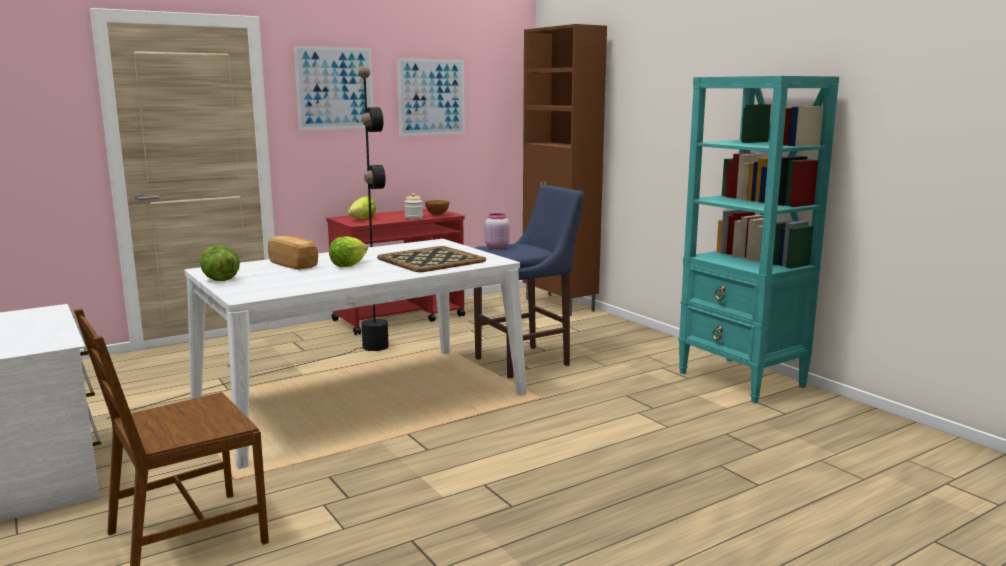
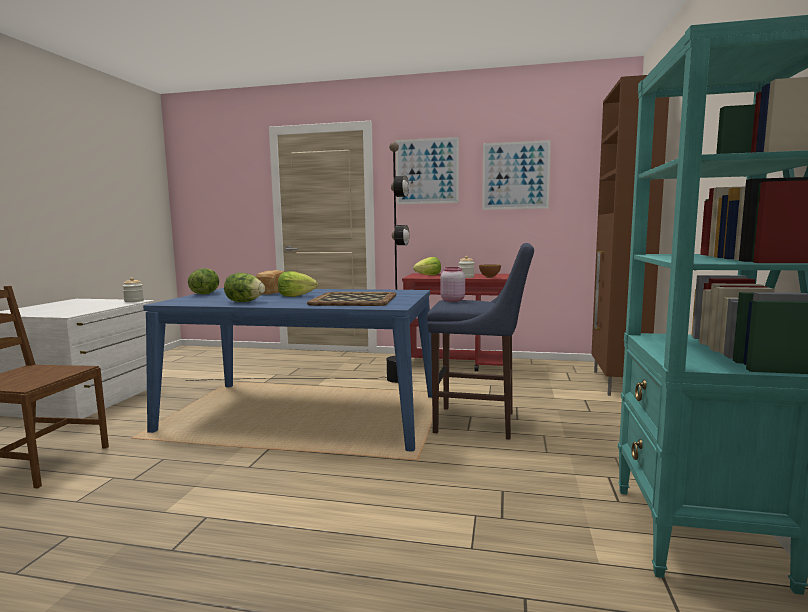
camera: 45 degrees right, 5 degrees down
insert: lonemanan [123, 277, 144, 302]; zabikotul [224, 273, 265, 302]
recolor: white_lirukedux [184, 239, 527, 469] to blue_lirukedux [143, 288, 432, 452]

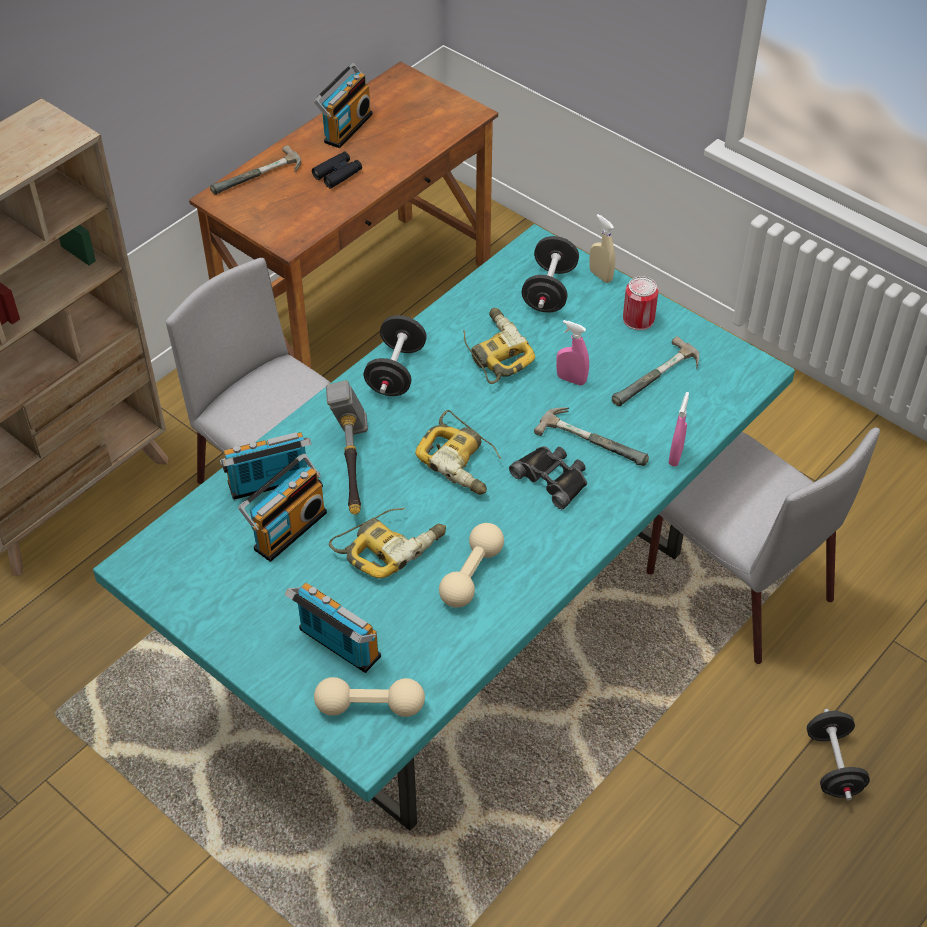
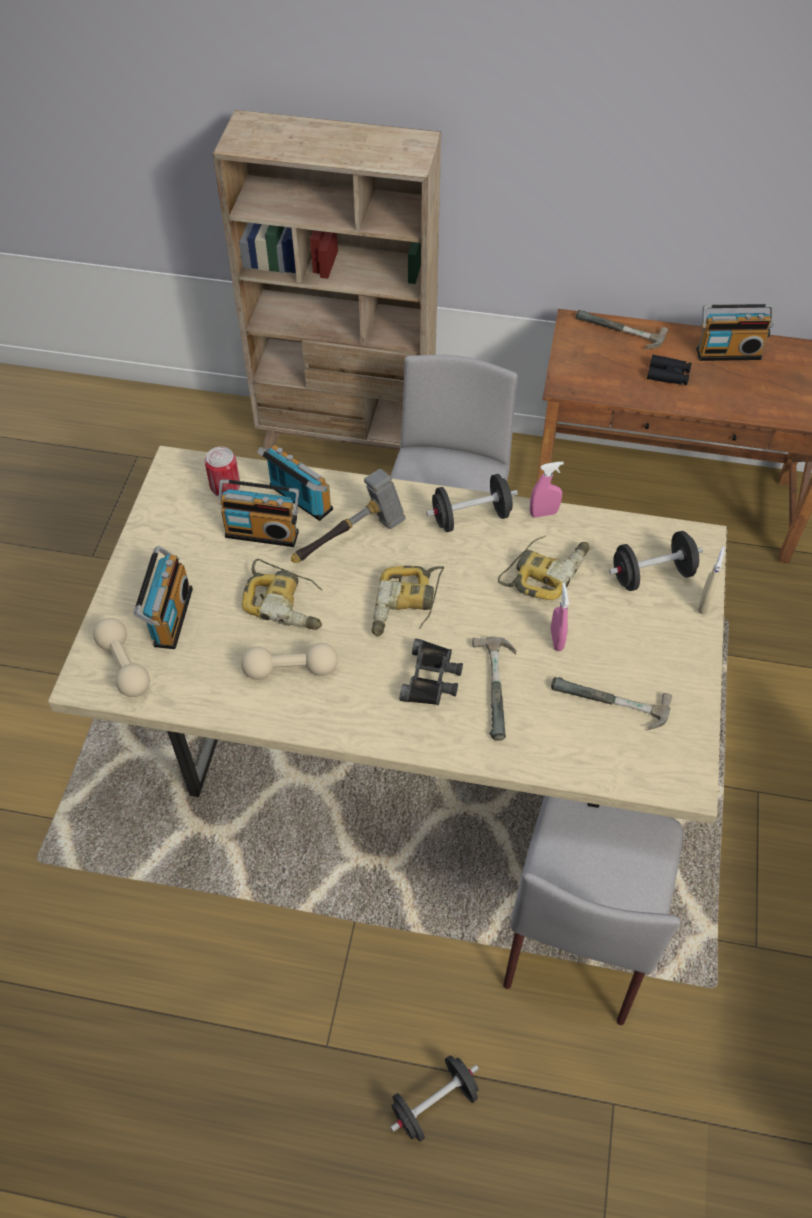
camera: 60 degrees right, 5 degrees up
move: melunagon [623, 276, 659, 330] to [205, 447, 240, 497]; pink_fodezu [669, 392, 689, 466] to [530, 461, 564, 518]
recolor: turquoise_lirukedux [93, 224, 795, 831] to beige_lirukedux [48, 446, 727, 824]

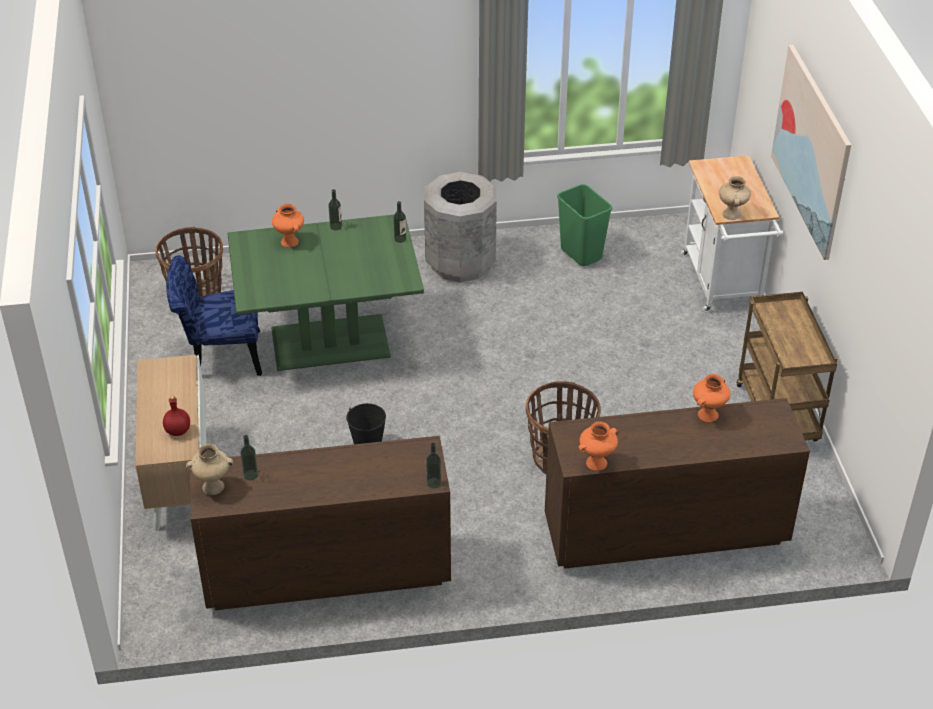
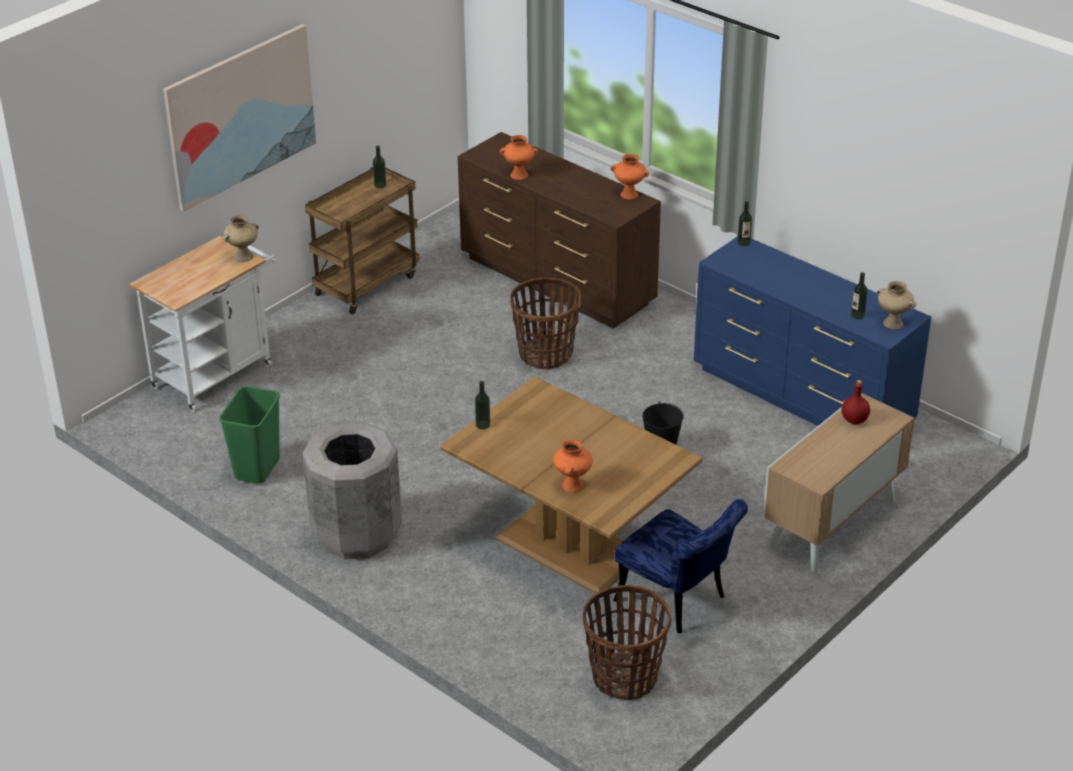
camera: 130 degrees left, 5 degrees down
move: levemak [328, 189, 342, 230] to [373, 145, 386, 188]
recolor: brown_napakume [190, 436, 451, 610] to blue_napakume [694, 236, 931, 426]; green_lirukedux [228, 215, 424, 371] to brown_lirukedux [440, 377, 702, 594]

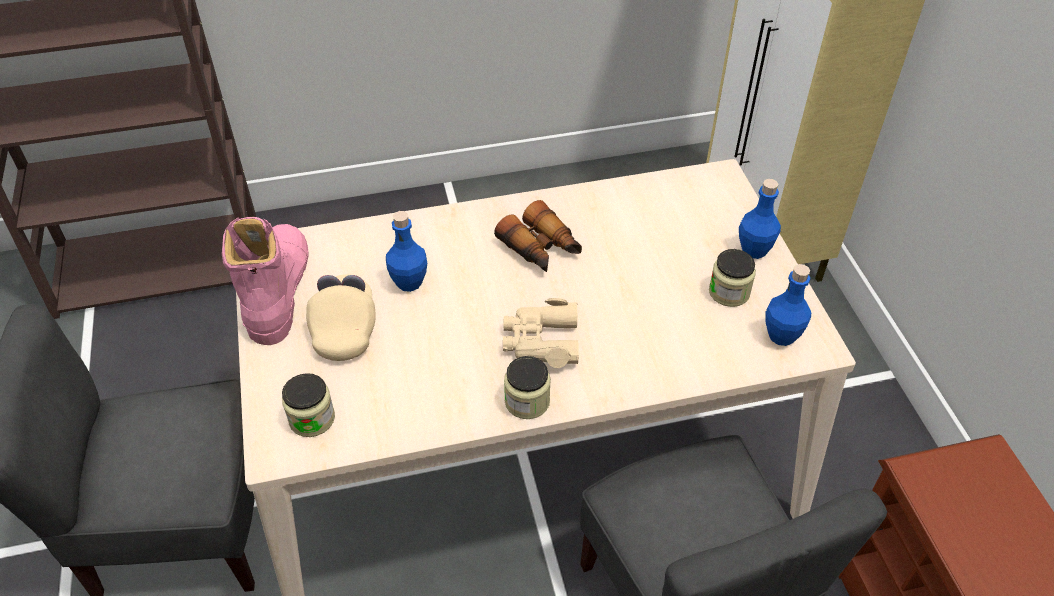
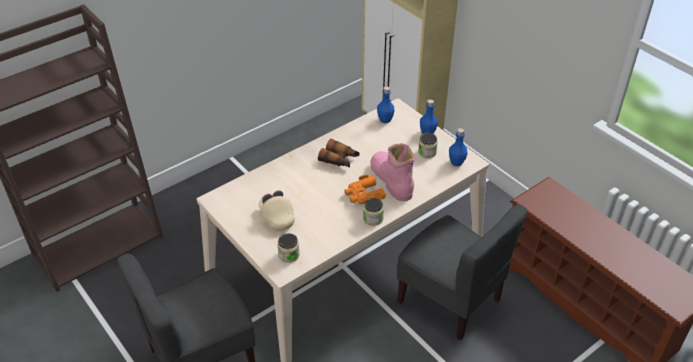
camera: 25 degrees left, 5 degrees down
move: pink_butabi [222, 217, 309, 345] to [370, 143, 415, 201]; blue_levemak [386, 211, 427, 292] to [377, 86, 394, 123]
recolor: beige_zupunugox [503, 298, 579, 368] to orange_zupunugox [344, 175, 386, 205]

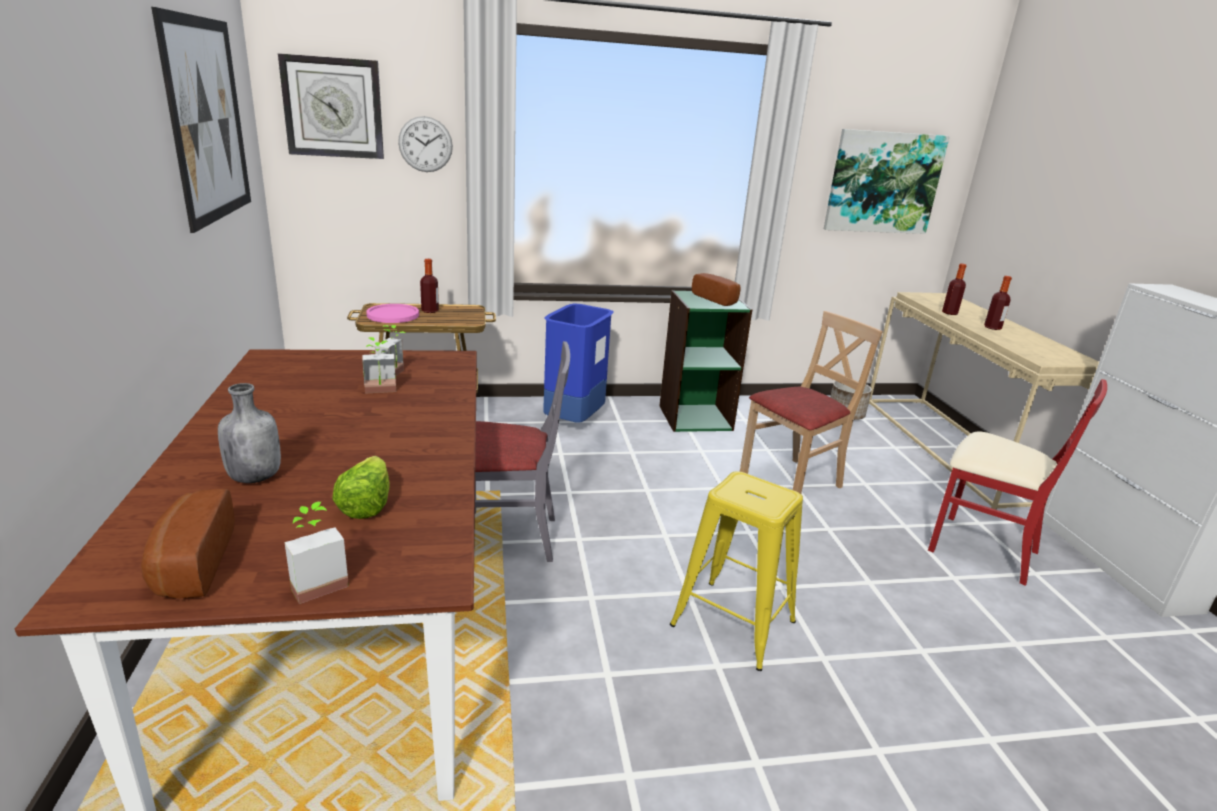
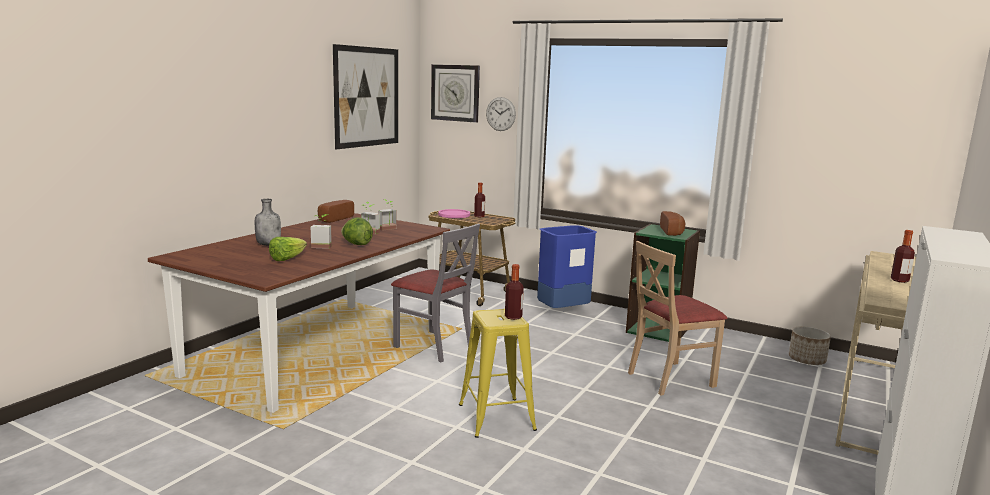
camera: 40 degrees right, 10 degrees down
delete: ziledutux [824, 129, 950, 234]; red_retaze [928, 379, 1107, 586]
insert: zabikotul [341, 217, 373, 245]
move: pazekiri [141, 489, 235, 598] to [318, 200, 354, 223]; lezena [284, 502, 349, 604] to [311, 214, 332, 249]; levemak [942, 264, 966, 315] to [505, 264, 524, 320]
rotate: beige_retaze [740, 311, 883, 494] = [628, 241, 728, 395] 150 degrees clockwise

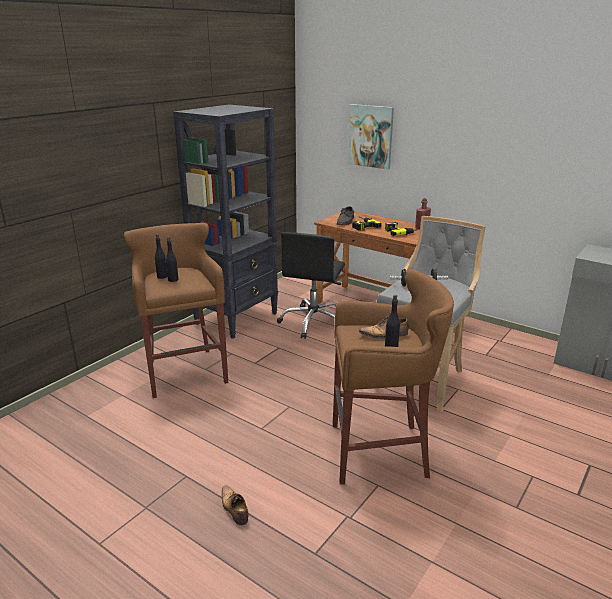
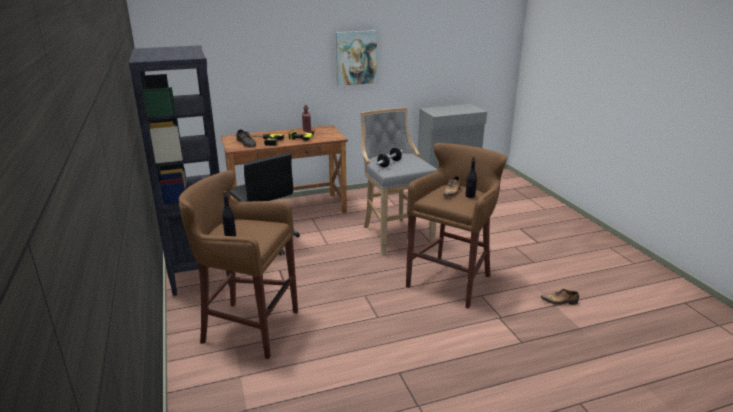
camera: 55 degrees left, 0 degrees up
delete: black_levemak [166, 237, 179, 282]
move: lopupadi [222, 485, 249, 525] to [541, 289, 579, 305]; ziledutux [348, 104, 394, 170] to [336, 30, 377, 86]

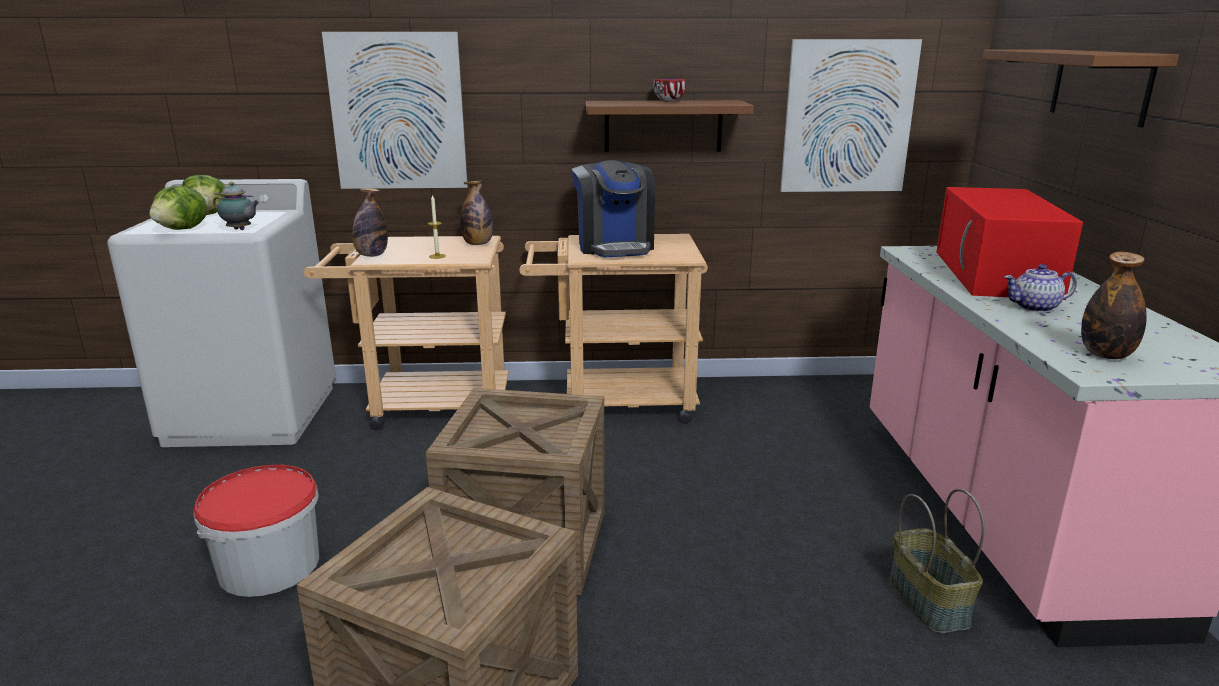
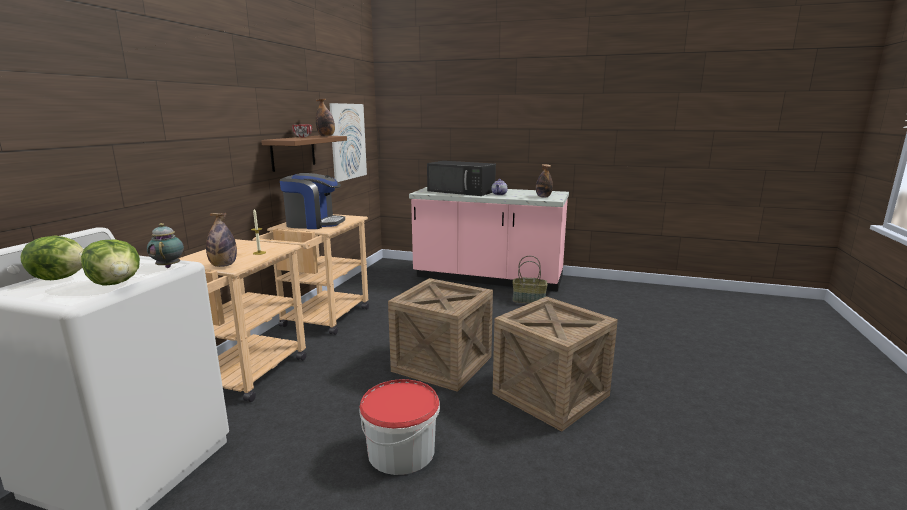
camera: 70 degrees left, 5 degrees down
delete: ziledutux [322, 32, 468, 189]; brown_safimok [982, 49, 1179, 128]
move: levemak [460, 180, 493, 245] to [316, 99, 335, 137]
recolor: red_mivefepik [936, 187, 1083, 300] to black_mivefepik [427, 161, 496, 196]
rotate: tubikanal [213, 182, 260, 230] = [147, 223, 184, 268] 60 degrees counterclockwise

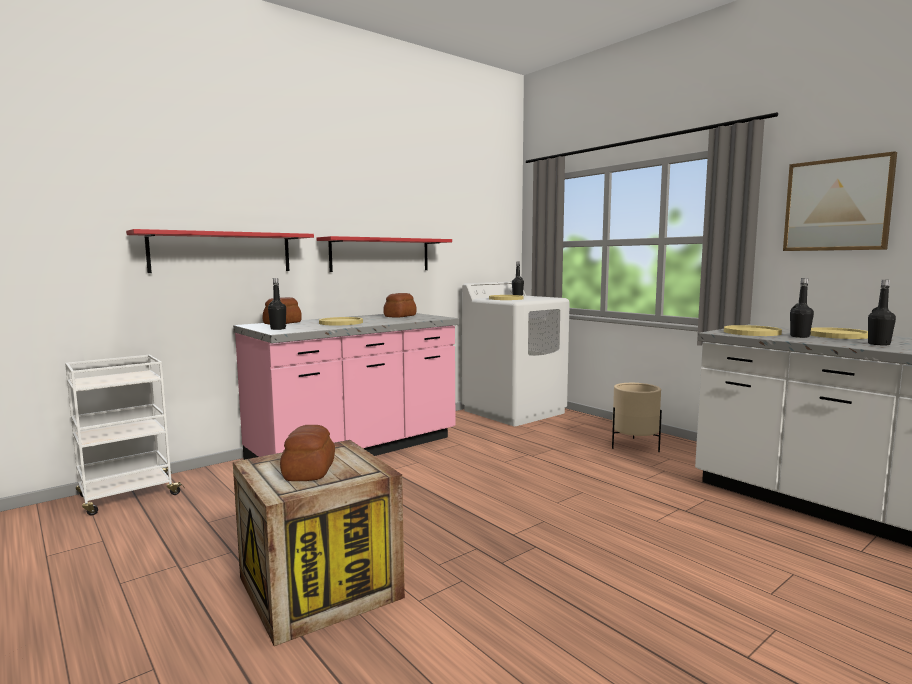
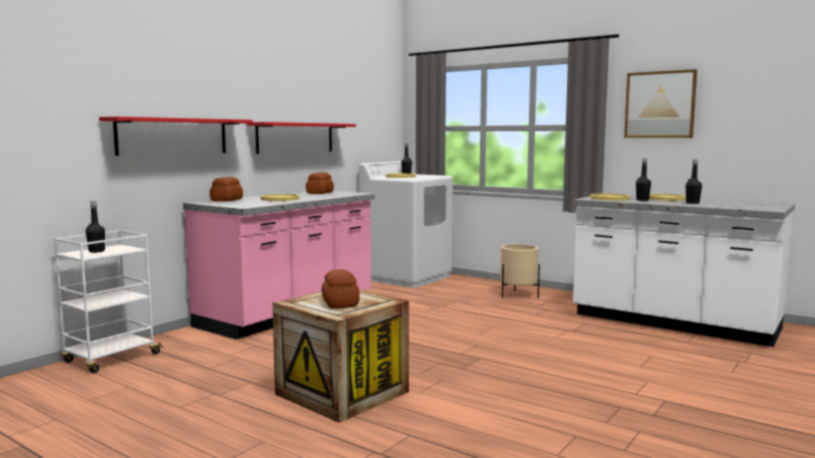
camera: 15 degrees left, 0 degrees up
move: black_levemak [268, 278, 286, 330] to [86, 201, 105, 253]

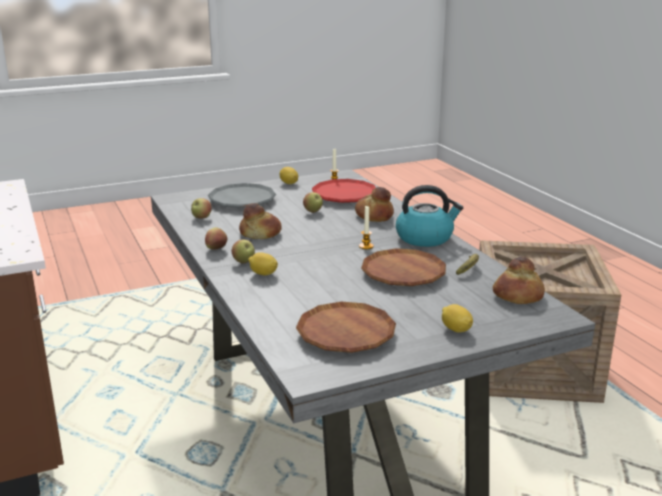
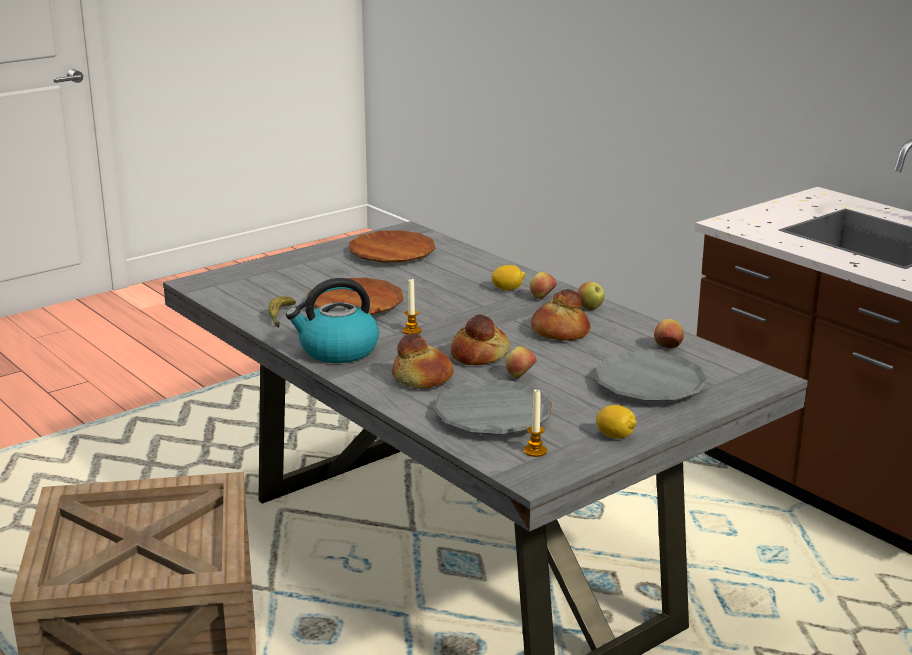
camera: 165 degrees right, 0 degrees up
delete: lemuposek [442, 304, 473, 332]
move: pazekiri [493, 257, 545, 304] to [451, 314, 510, 365]
recolor: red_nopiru [312, 179, 376, 203] to grey_nopiru [434, 379, 552, 436]

